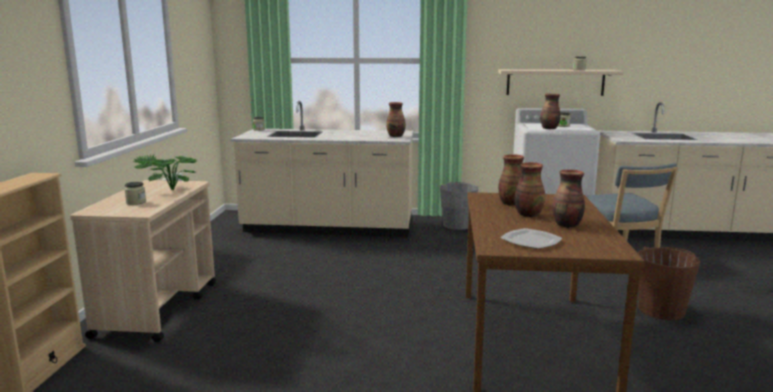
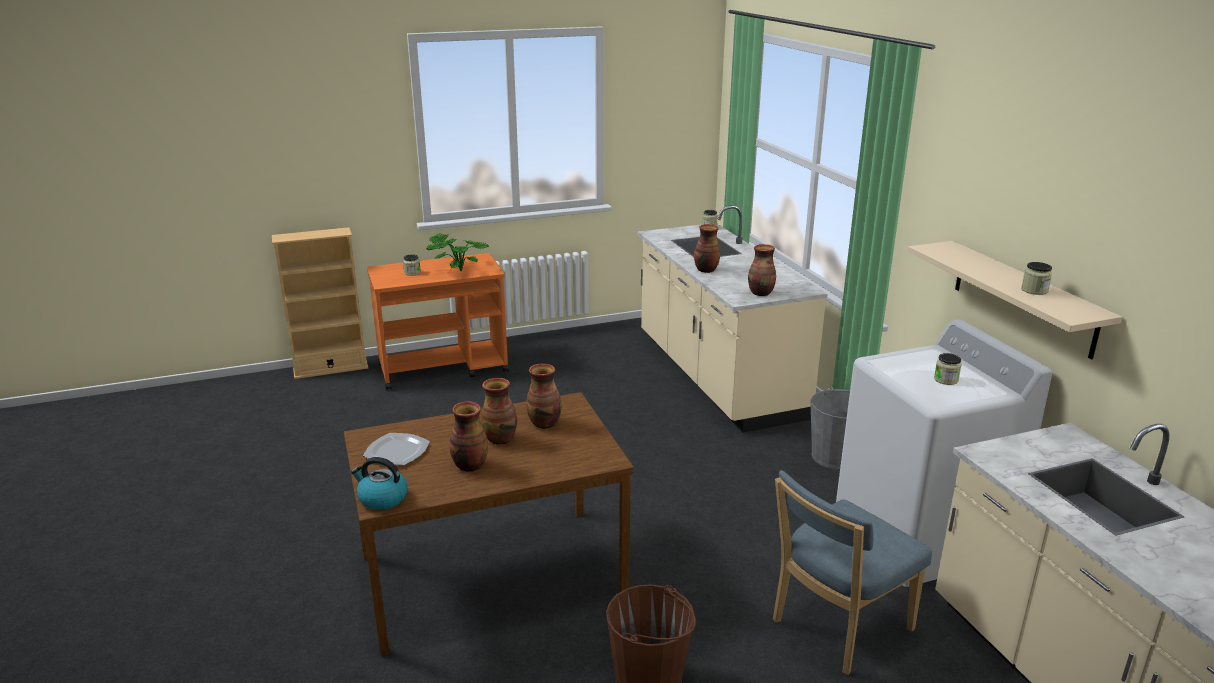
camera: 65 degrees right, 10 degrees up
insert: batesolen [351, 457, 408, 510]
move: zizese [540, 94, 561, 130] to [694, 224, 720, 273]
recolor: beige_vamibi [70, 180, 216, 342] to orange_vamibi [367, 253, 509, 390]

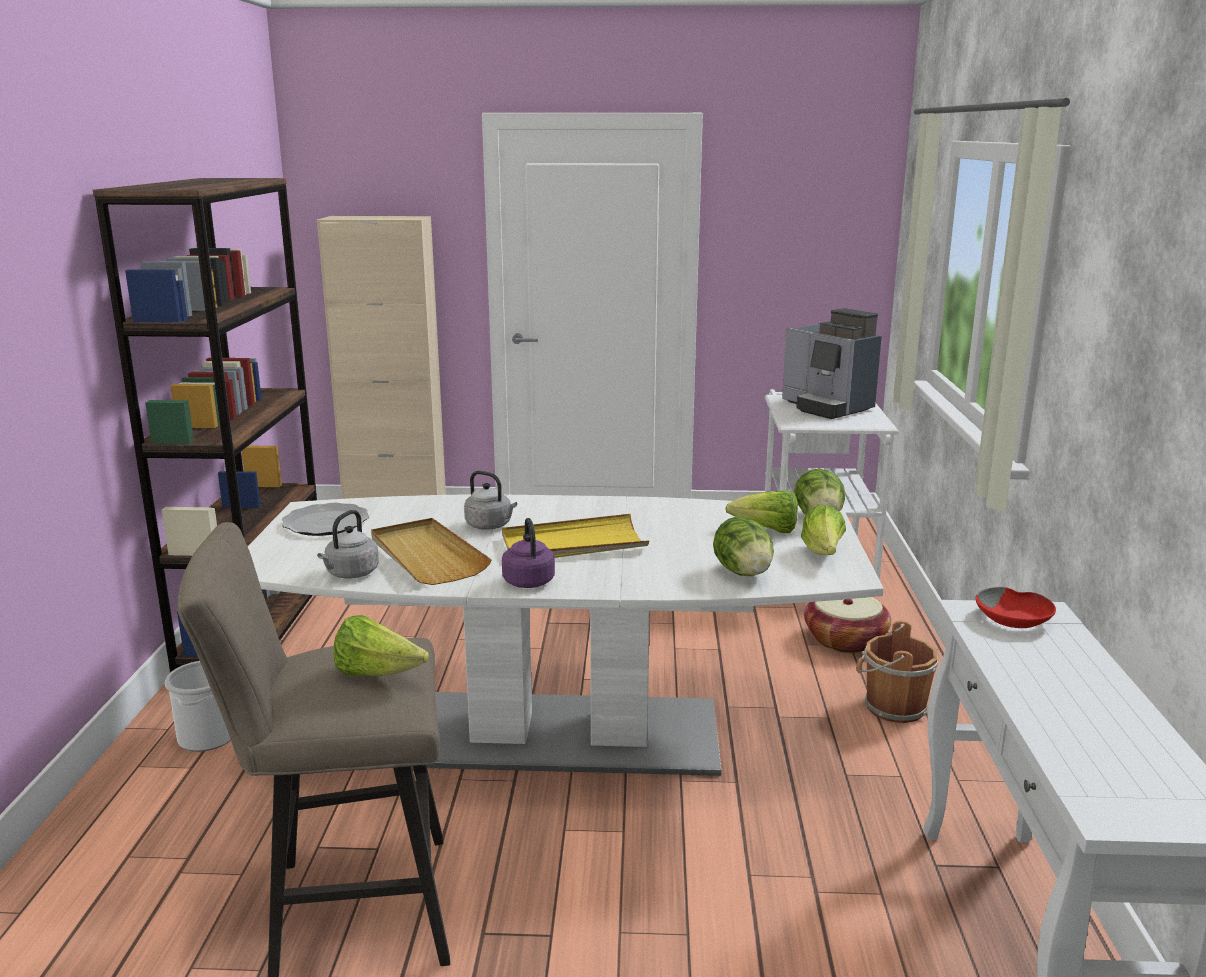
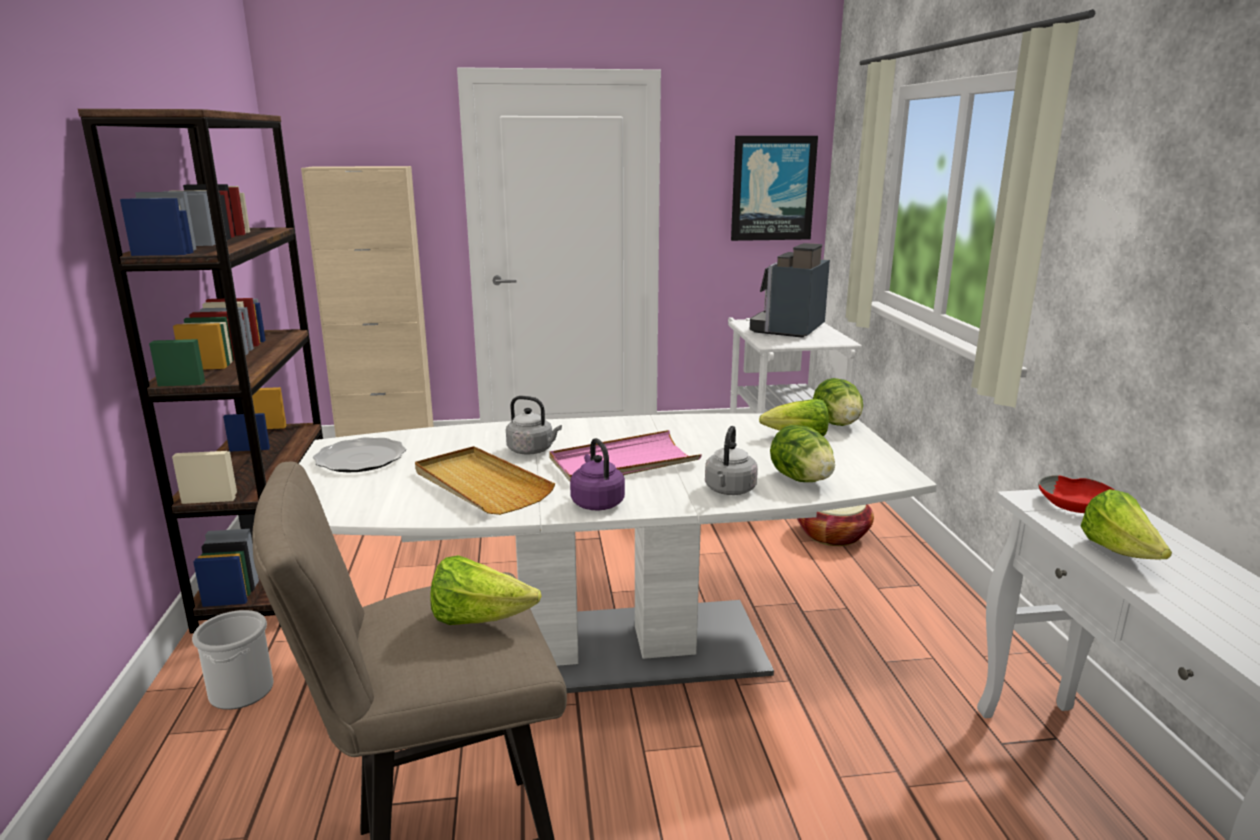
camera: 10 degrees left, 0 degrees up
delete: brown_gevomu [856, 620, 938, 723]
insert: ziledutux [731, 136, 818, 241]
move: grey_batesolen [317, 510, 379, 578] to [705, 426, 758, 495]; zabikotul [801, 504, 846, 555] to [1080, 489, 1172, 559]
recolor: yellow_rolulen [502, 514, 649, 558] to pink_rolulen [549, 430, 702, 482]
rotate: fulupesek [782, 308, 882, 419] = [750, 243, 830, 338] 75 degrees clockwise

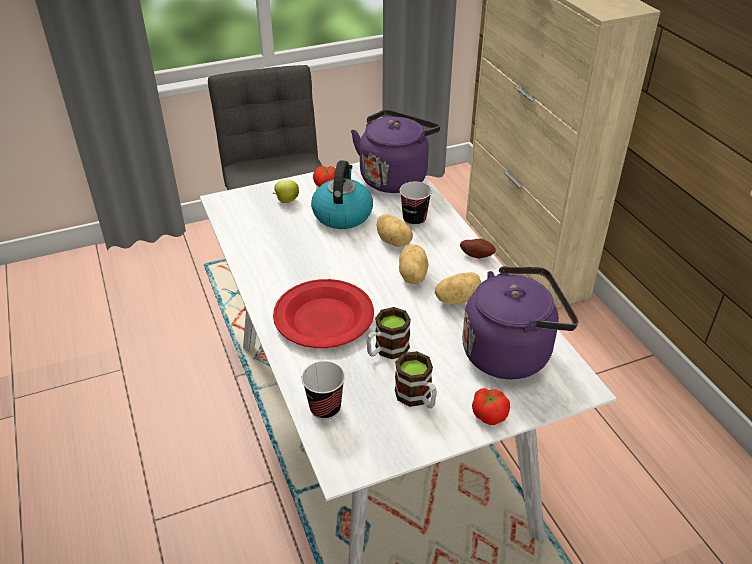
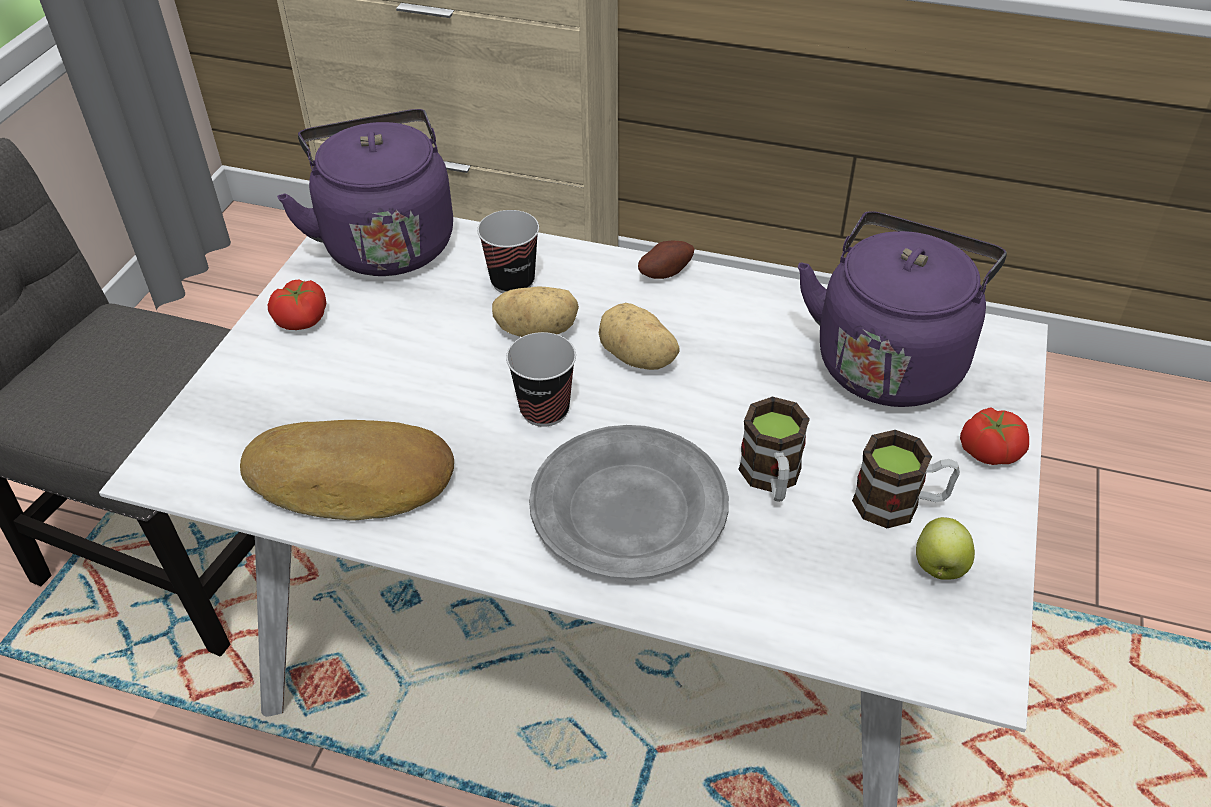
camera: 50 degrees left, 5 degrees up
delete: batesolen [311, 160, 373, 229]; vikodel [435, 272, 481, 304]
insert: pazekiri [240, 420, 454, 520]
move: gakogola [273, 180, 299, 203] to [916, 517, 975, 580]; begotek [302, 361, 345, 420] to [506, 332, 576, 427]
recolor: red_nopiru [273, 279, 374, 348] to grey_nopiru [529, 425, 729, 581]

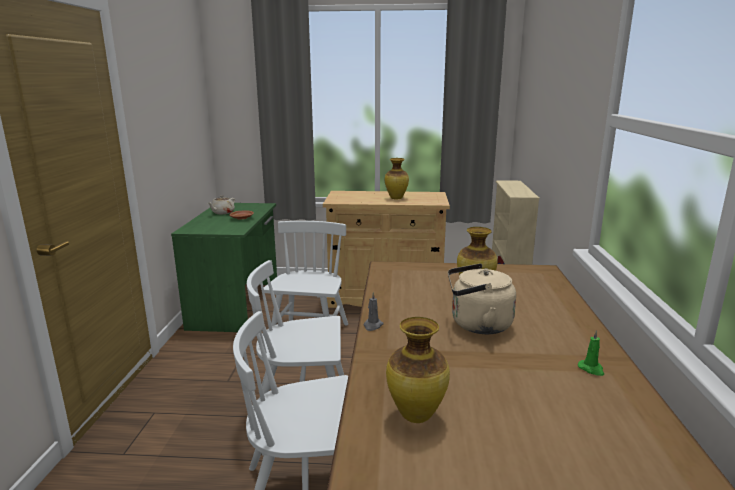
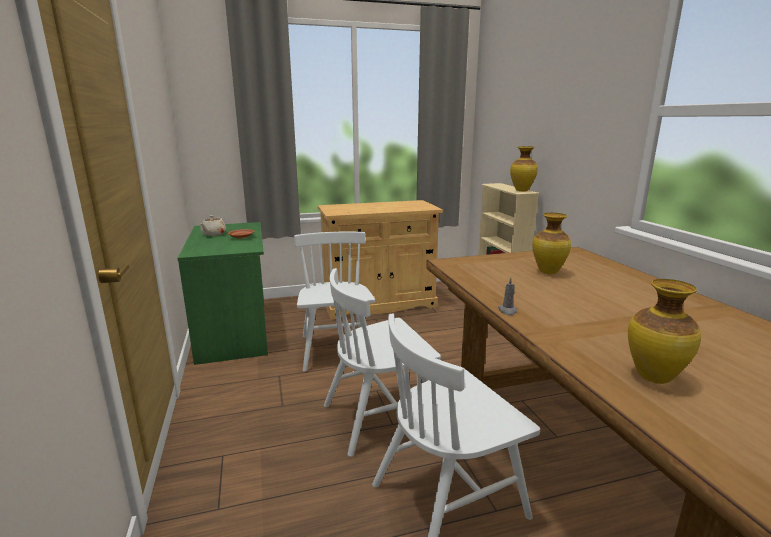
camera: 20 degrees left, 0 degrees up
delete: beige_batesolen [448, 263, 516, 334]; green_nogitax [578, 330, 604, 376]
move: zizese [385, 158, 409, 199] to [510, 146, 538, 191]

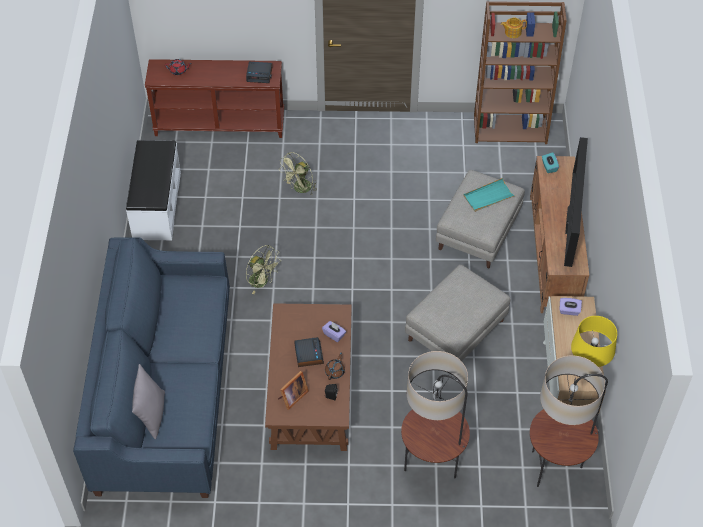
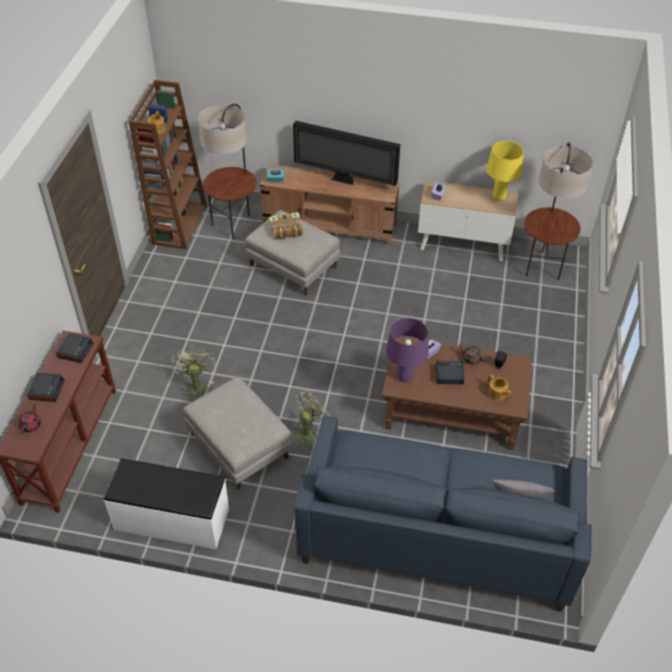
camera: 80 degrees left, 5 degrees down
insert: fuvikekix [28, 373, 65, 402]; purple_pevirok [386, 318, 429, 382]
move: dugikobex [401, 351, 470, 479] to [198, 104, 257, 239]; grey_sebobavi [405, 264, 510, 361] to [183, 377, 292, 490]
replace: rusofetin [278, 371, 309, 410] to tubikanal [488, 374, 511, 401]; turquoise_rolulen [463, 178, 516, 212] to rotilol [269, 212, 303, 240]
rotate: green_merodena [279, 152, 317, 196] = [171, 347, 216, 402] 150 degrees counterclockwise

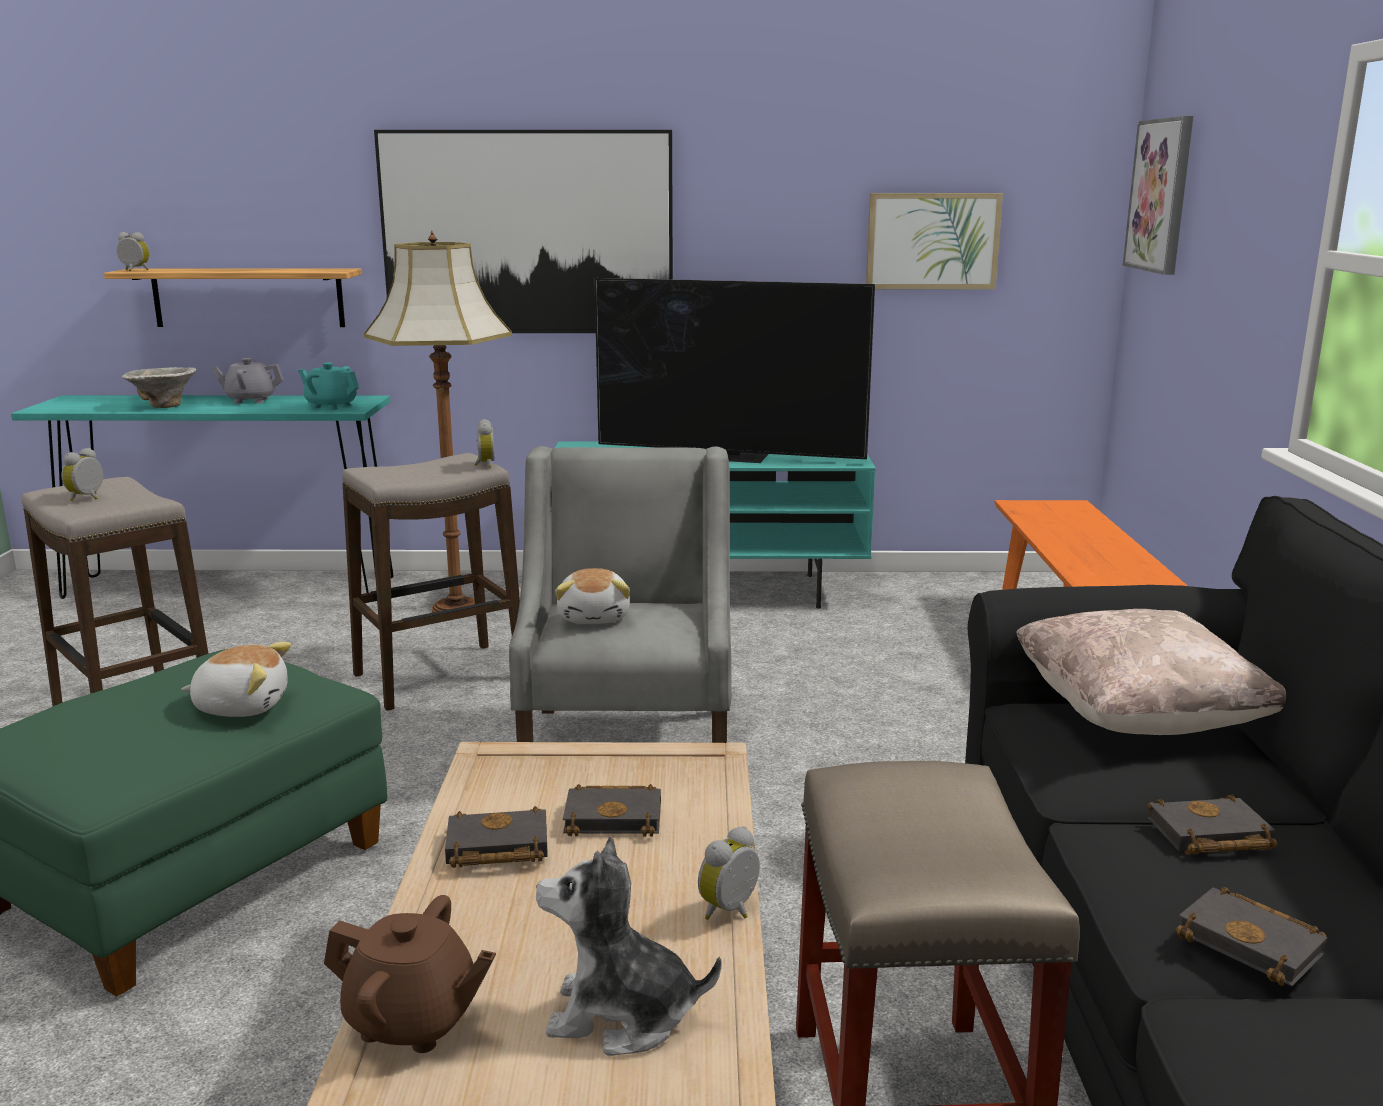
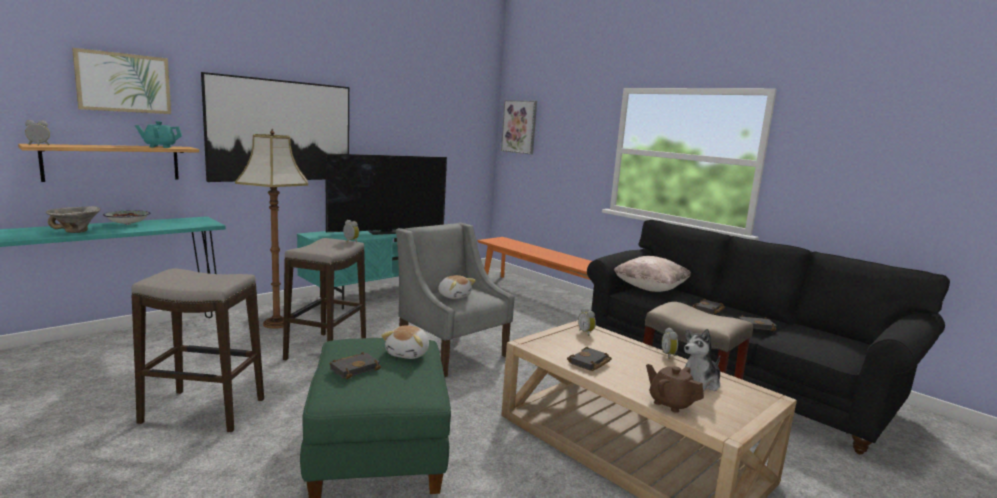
camera: 45 degrees left, 5 degrees down
move: fuvikekix [61, 448, 103, 502] to [578, 307, 596, 336]; turquoise_tubikanal [298, 362, 359, 410] to [135, 121, 182, 148]; black_rotilol [563, 784, 661, 837] to [330, 352, 381, 379]; ziledutux [866, 193, 1003, 289] to [72, 48, 171, 114]
replace: grey_tubikanal [211, 358, 284, 404] to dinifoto [103, 210, 150, 225]
rotate: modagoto [181, 642, 291, 717] = [381, 325, 429, 359] 150 degrees clockwise; brown_tubikanal [324, 895, 496, 1053] = [646, 364, 704, 413] 105 degrees counterclockwise

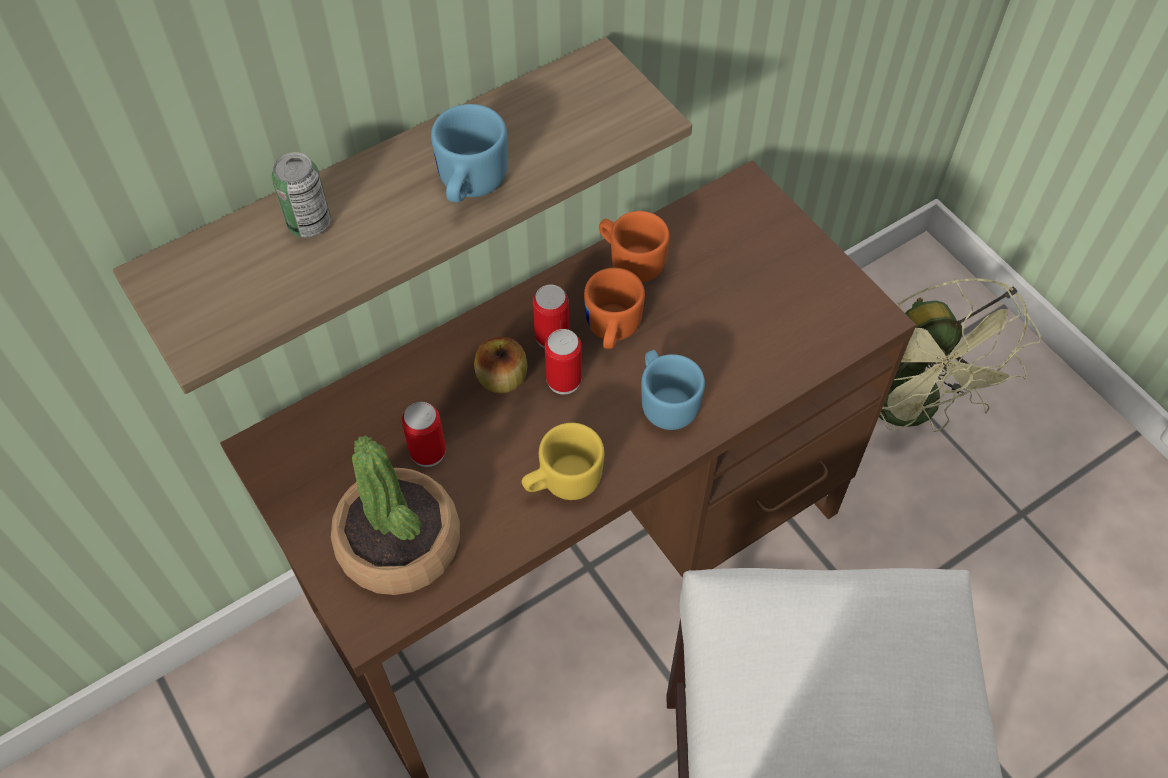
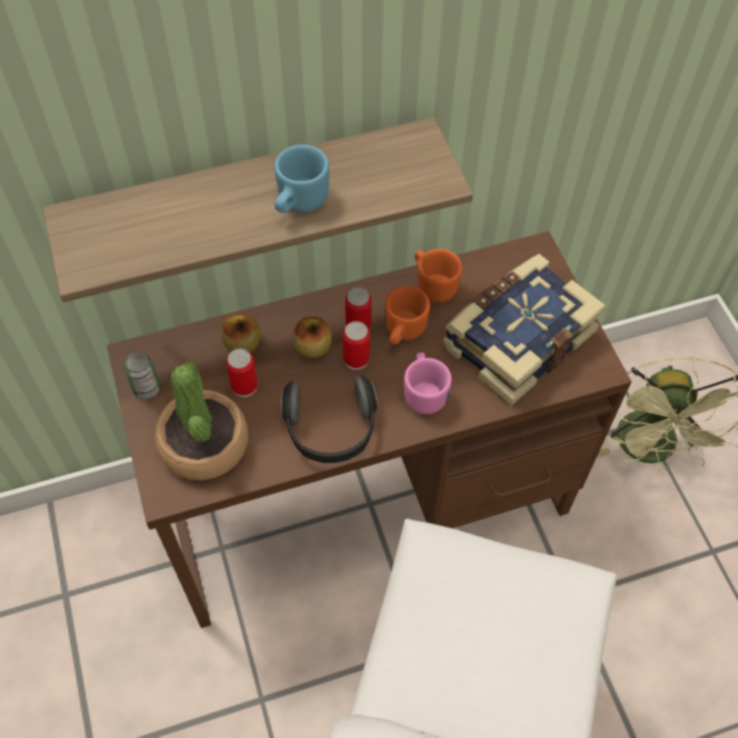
camera: 15 degrees right, 0 degrees up
insert: gakogola [221, 313, 260, 353]; rotilol [443, 254, 606, 406]
move: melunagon [272, 152, 331, 238] to [124, 352, 160, 399]
replace: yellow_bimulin [522, 423, 604, 500] to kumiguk [281, 375, 378, 463]
recolor: blue_bimulin [641, 350, 705, 430] to pink_bimulin [404, 352, 452, 414]

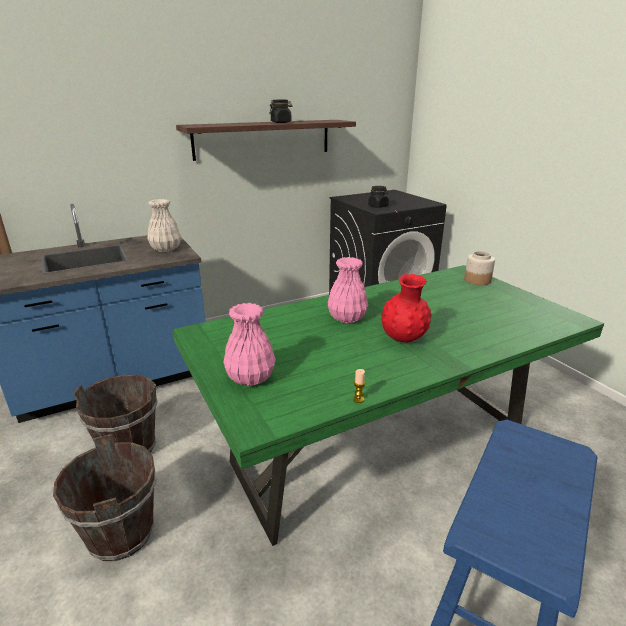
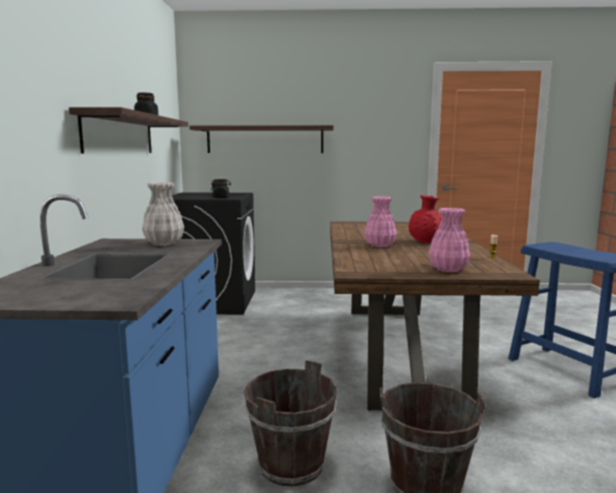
camera: 60 degrees left, 15 degrees down
delete: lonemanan [464, 251, 495, 285]
insert: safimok [189, 125, 334, 153]
recolor: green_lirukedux [172, 265, 604, 546] to brown_lirukedux [330, 221, 540, 411]

